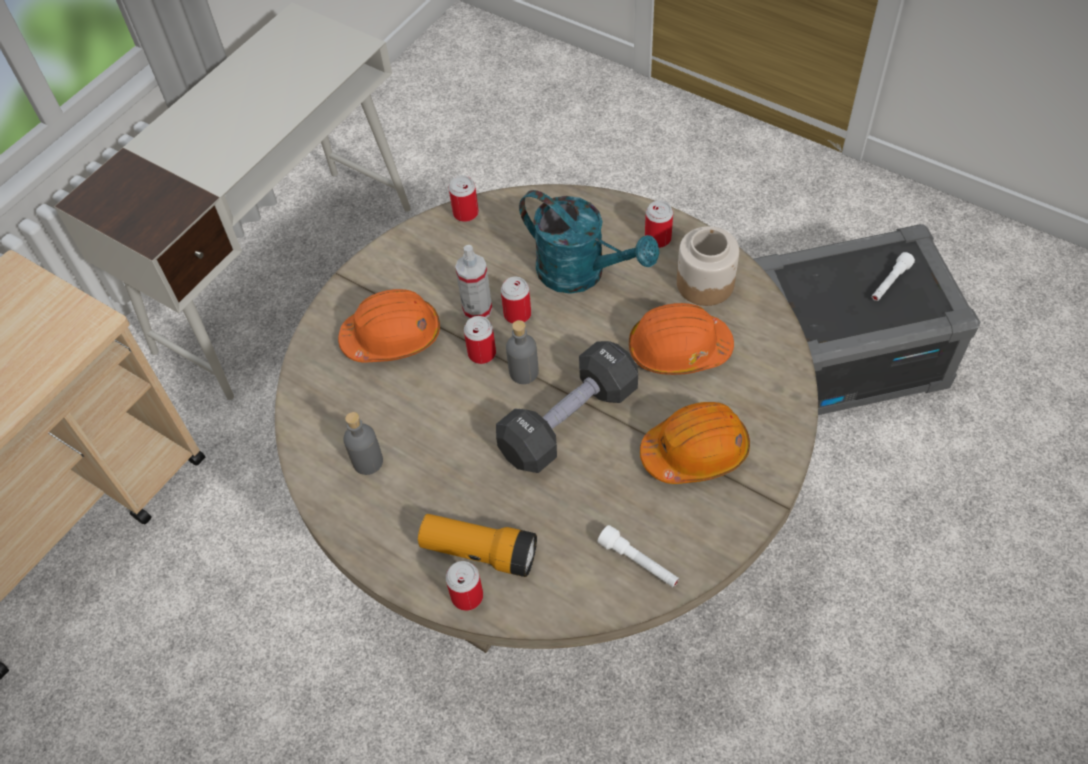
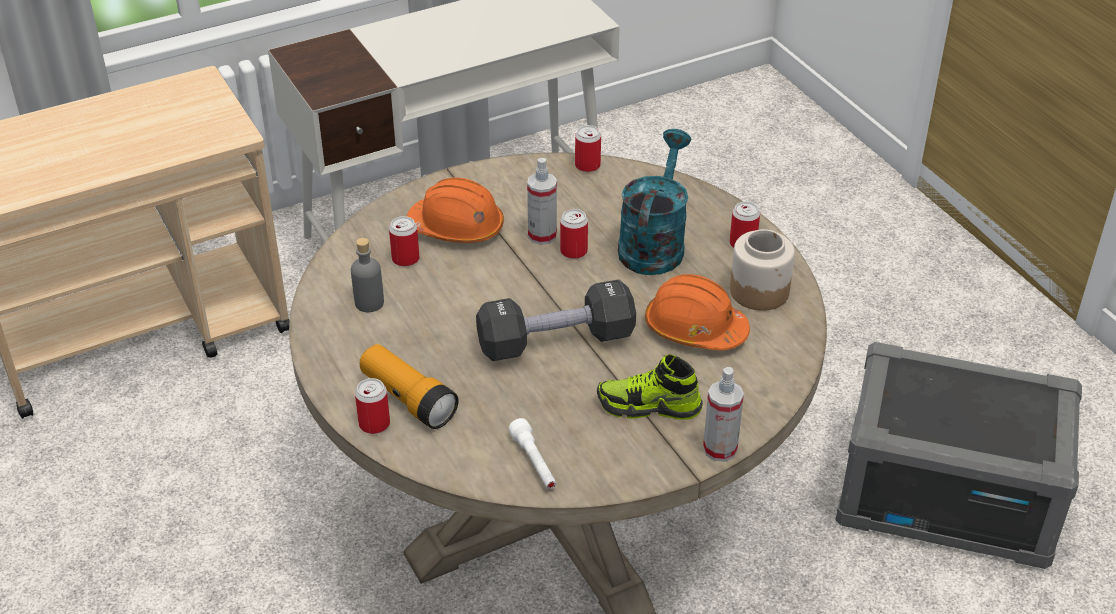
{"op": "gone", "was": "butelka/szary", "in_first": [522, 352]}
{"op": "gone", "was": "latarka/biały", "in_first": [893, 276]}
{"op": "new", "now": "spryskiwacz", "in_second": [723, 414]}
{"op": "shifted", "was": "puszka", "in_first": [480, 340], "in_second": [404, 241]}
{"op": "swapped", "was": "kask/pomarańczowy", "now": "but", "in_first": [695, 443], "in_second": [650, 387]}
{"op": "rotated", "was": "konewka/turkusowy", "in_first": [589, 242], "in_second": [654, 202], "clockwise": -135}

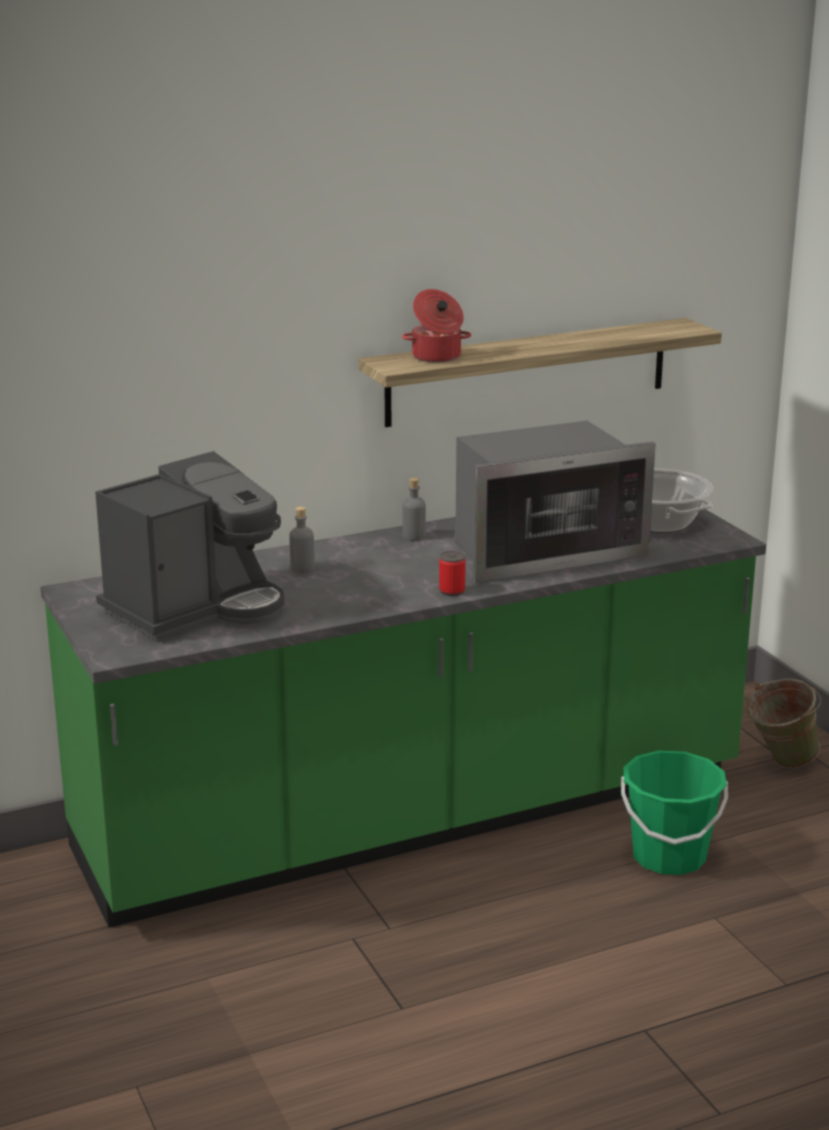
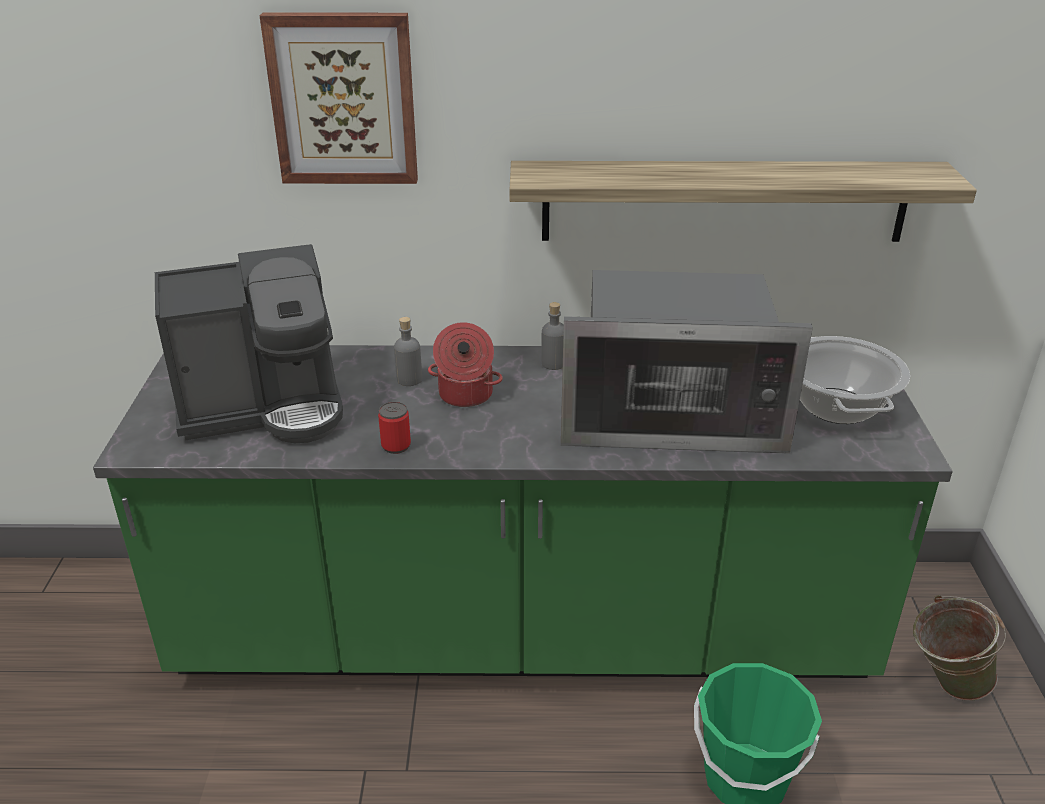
{"op": "new", "now": "obraz", "in_second": [339, 98]}
{"op": "shifted", "was": "garnek", "in_first": [436, 326], "in_second": [465, 364]}
{"op": "shifted", "was": "puszka", "in_first": [452, 573], "in_second": [394, 428]}

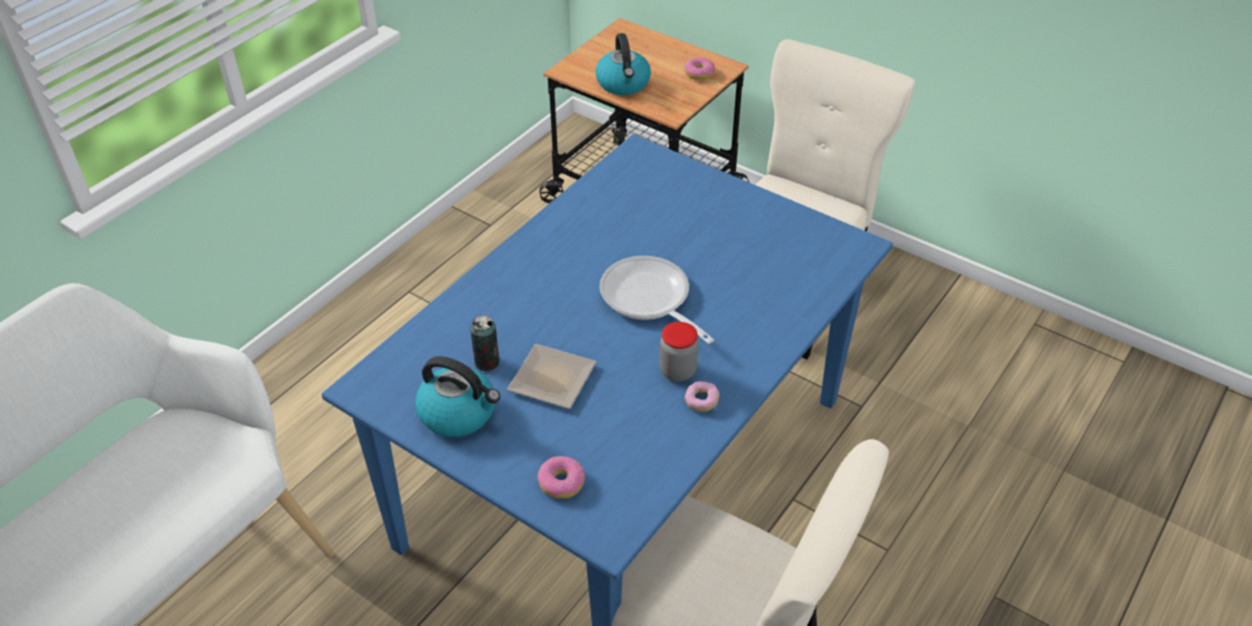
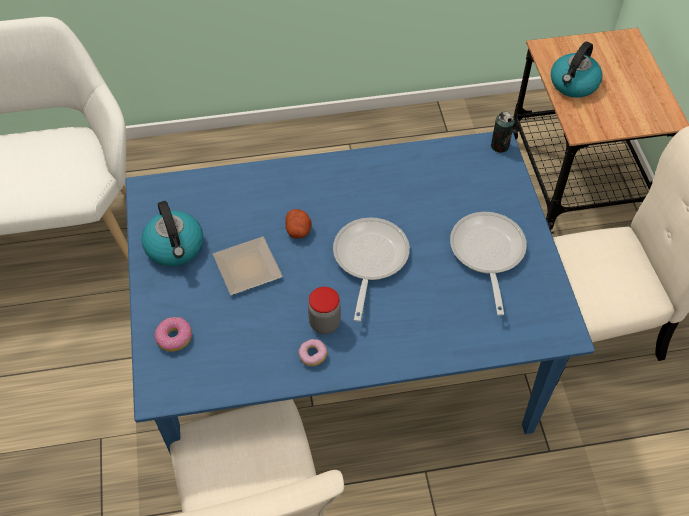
{"op": "gone", "was": "donut", "in_first": [699, 68]}
{"op": "new", "now": "ziemniak", "in_second": [298, 224]}
{"op": "new", "now": "patelnia", "in_second": [488, 264]}
{"op": "shifted", "was": "puszka", "in_first": [485, 343], "in_second": [503, 132]}

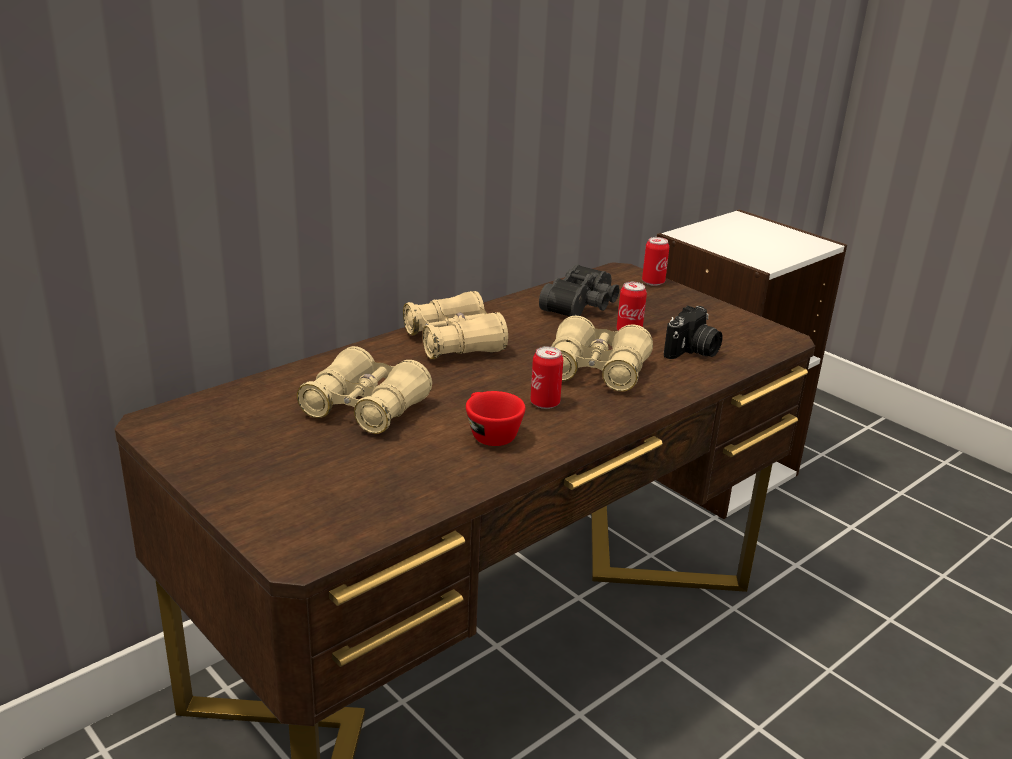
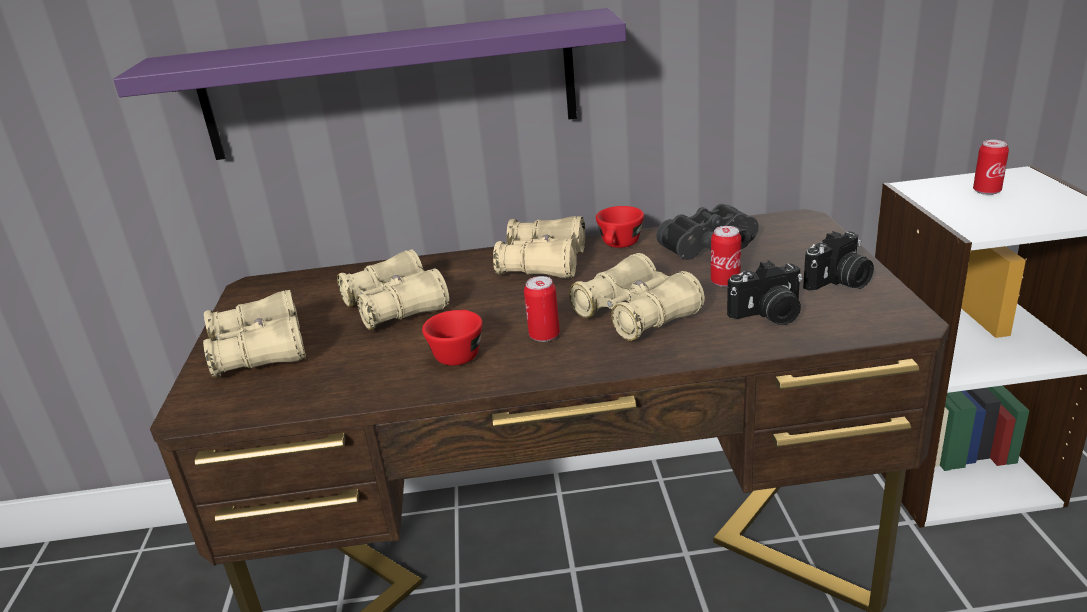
{"op": "new", "now": "półka/fioletowy", "in_second": [369, 84]}
{"op": "new", "now": "lornetka/beżowy", "in_second": [254, 334]}
{"op": "new", "now": "filiżanka/czerwony", "in_second": [620, 227]}
{"op": "new", "now": "aparat fotograficzny", "in_second": [838, 261]}
{"op": "shifted", "was": "puszka", "in_first": [655, 261], "in_second": [991, 167]}

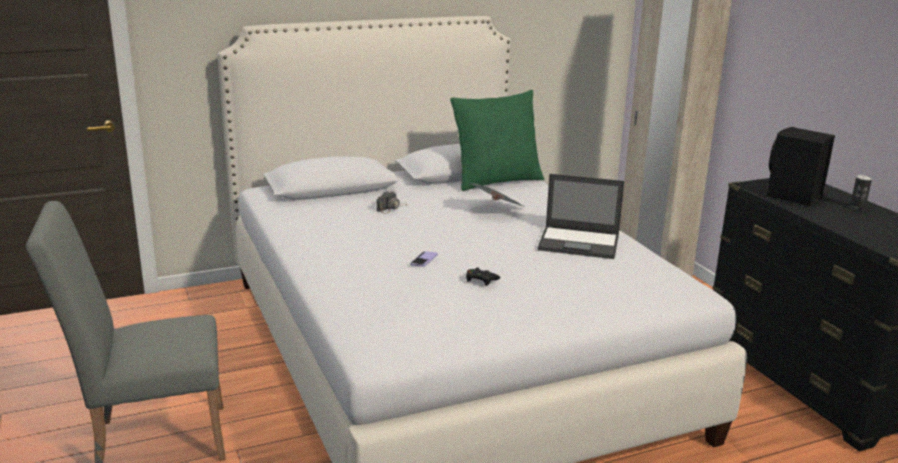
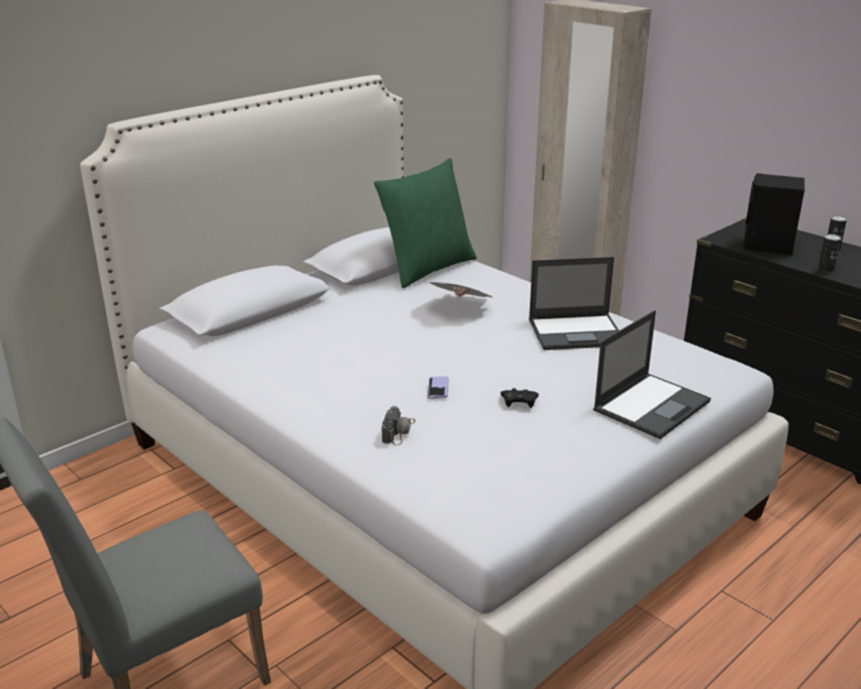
{"op": "new", "now": "laptop", "in_second": [652, 374]}
{"op": "new", "now": "puszka", "in_second": [829, 253]}
{"op": "shifted", "was": "aparat fotograficzny", "in_first": [392, 202], "in_second": [399, 425]}

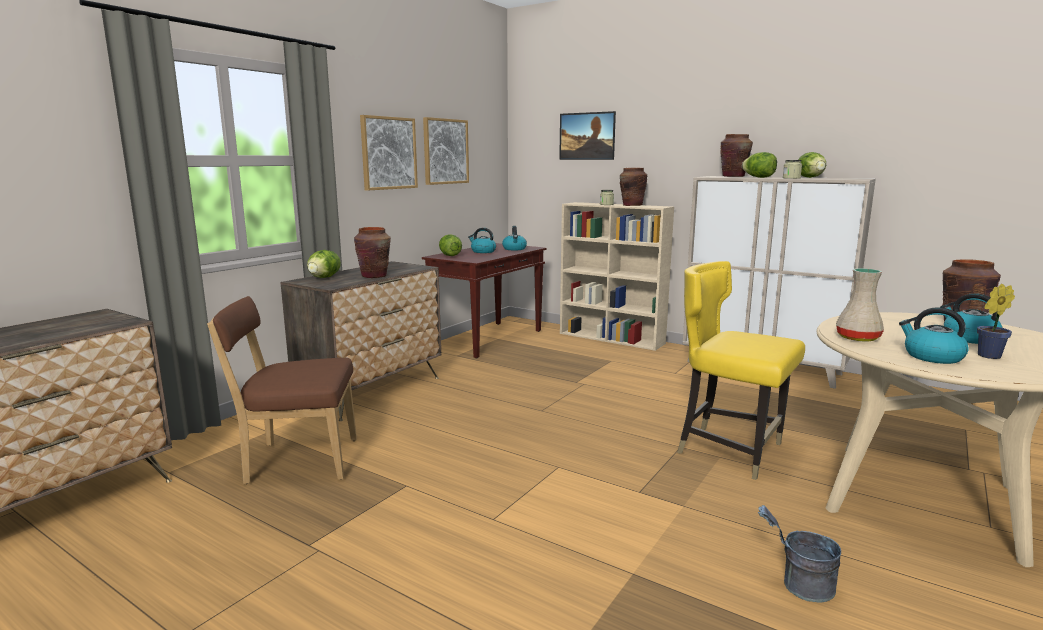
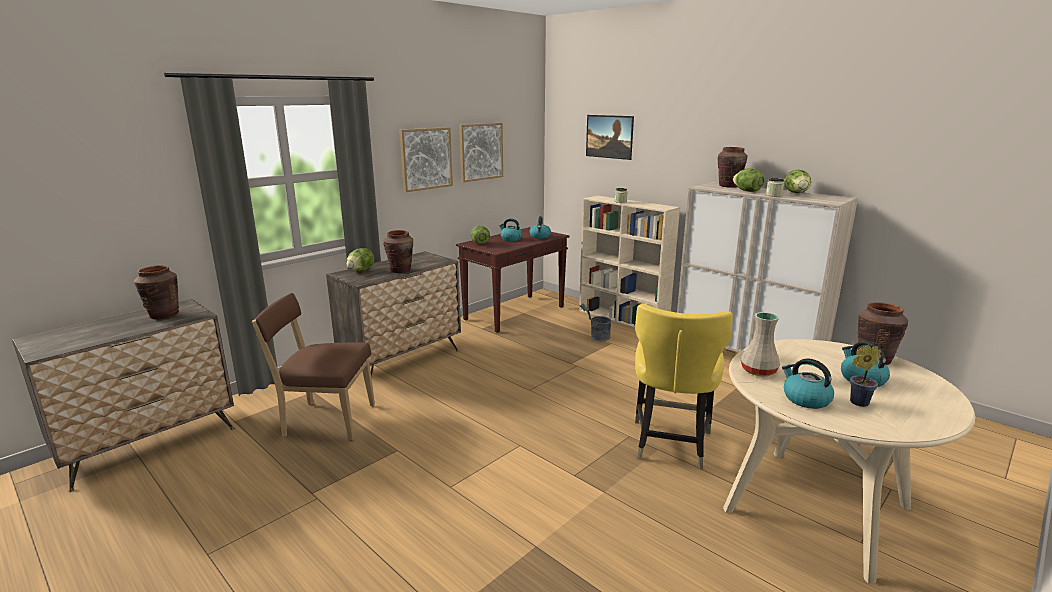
{"op": "shifted", "was": "wazon/brązowy", "in_first": [633, 187], "in_second": [156, 292]}
{"op": "shifted", "was": "wiadro/szary", "in_first": [799, 554], "in_second": [595, 322]}
{"op": "rotated", "was": "krzesło/żółty", "in_first": [741, 370], "in_second": [684, 386], "clockwise": -120}

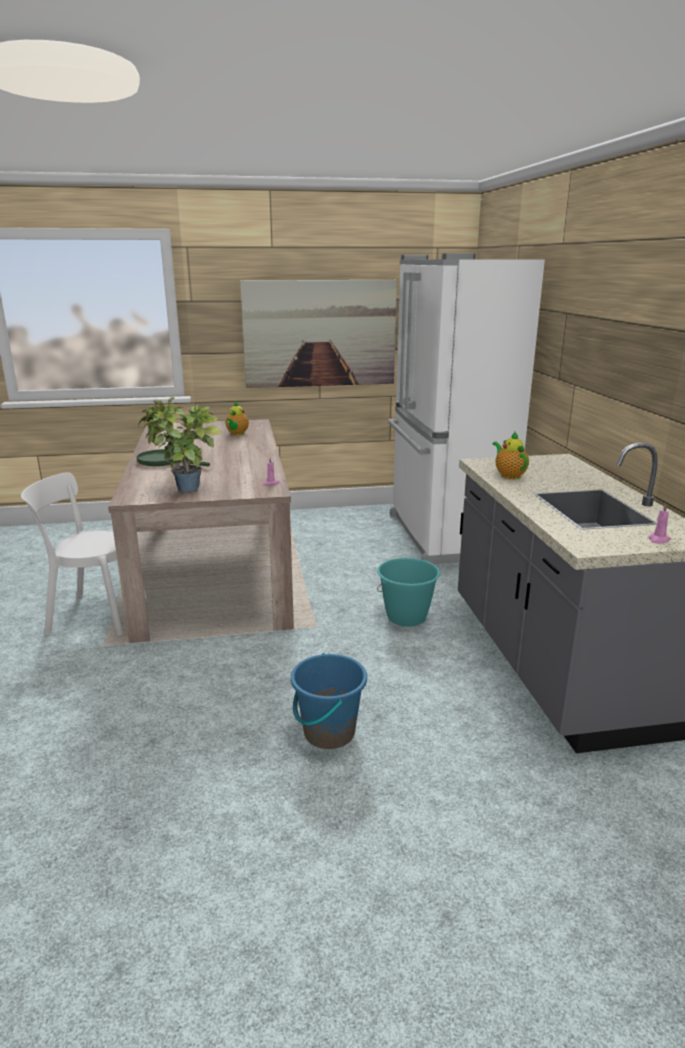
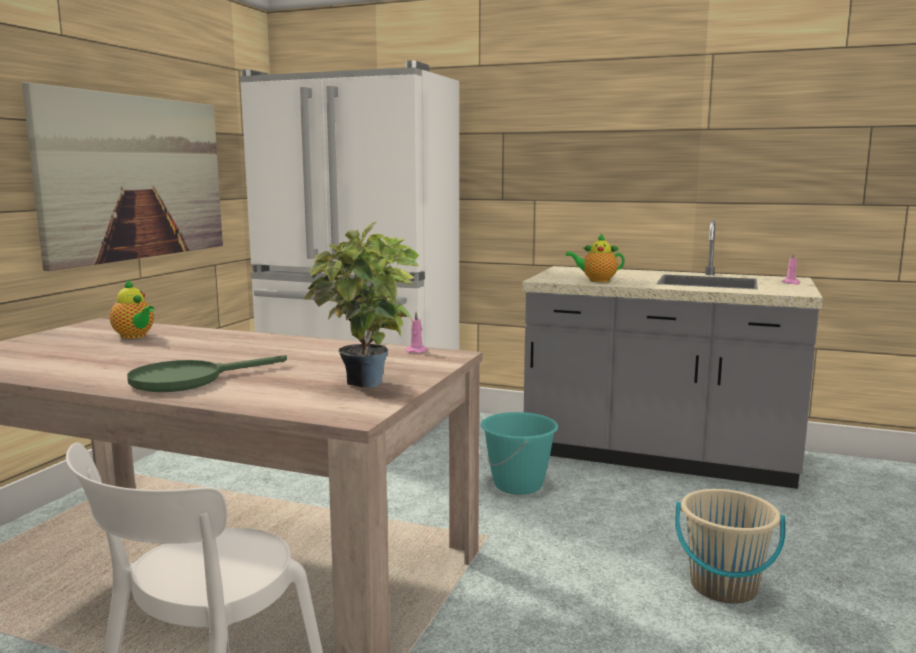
{"op": "repainted", "was": "wiadro/niebieski", "now": "wiadro/beżowy", "in_first": [329, 701], "in_second": [730, 546]}

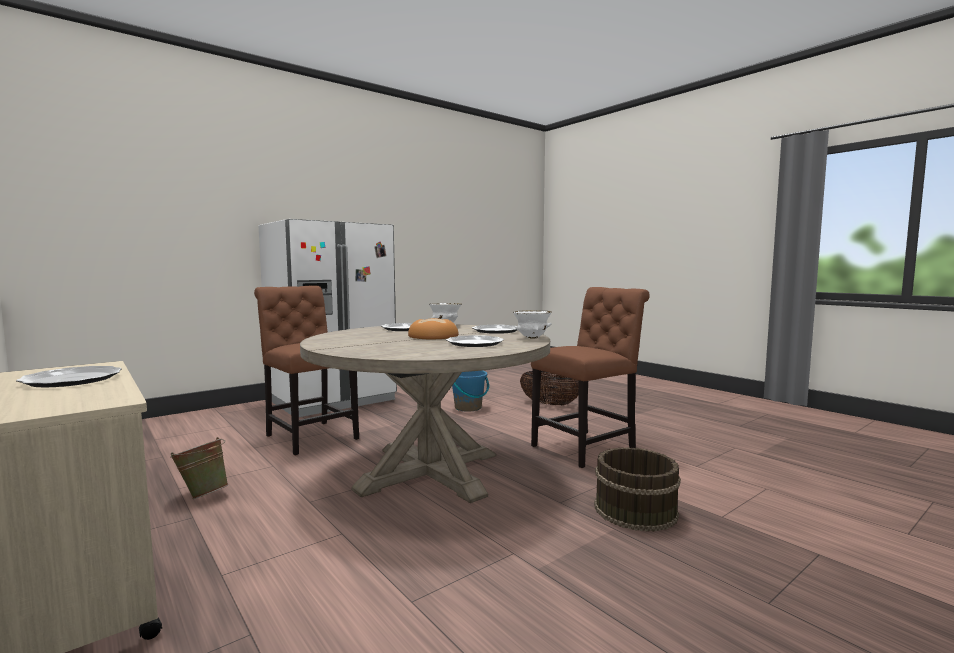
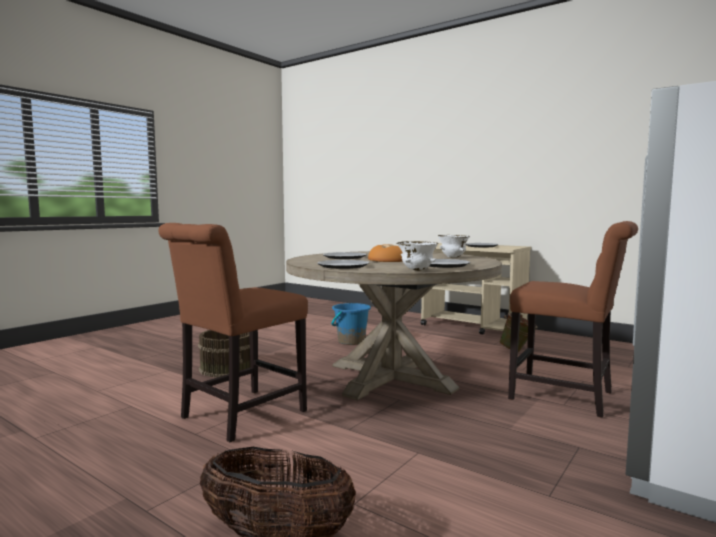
{"op": "shifted", "was": "wiadro/niebieski", "in_first": [470, 391], "in_second": [351, 324]}
{"op": "shifted", "was": "miska/biały", "in_first": [532, 324], "in_second": [454, 246]}

